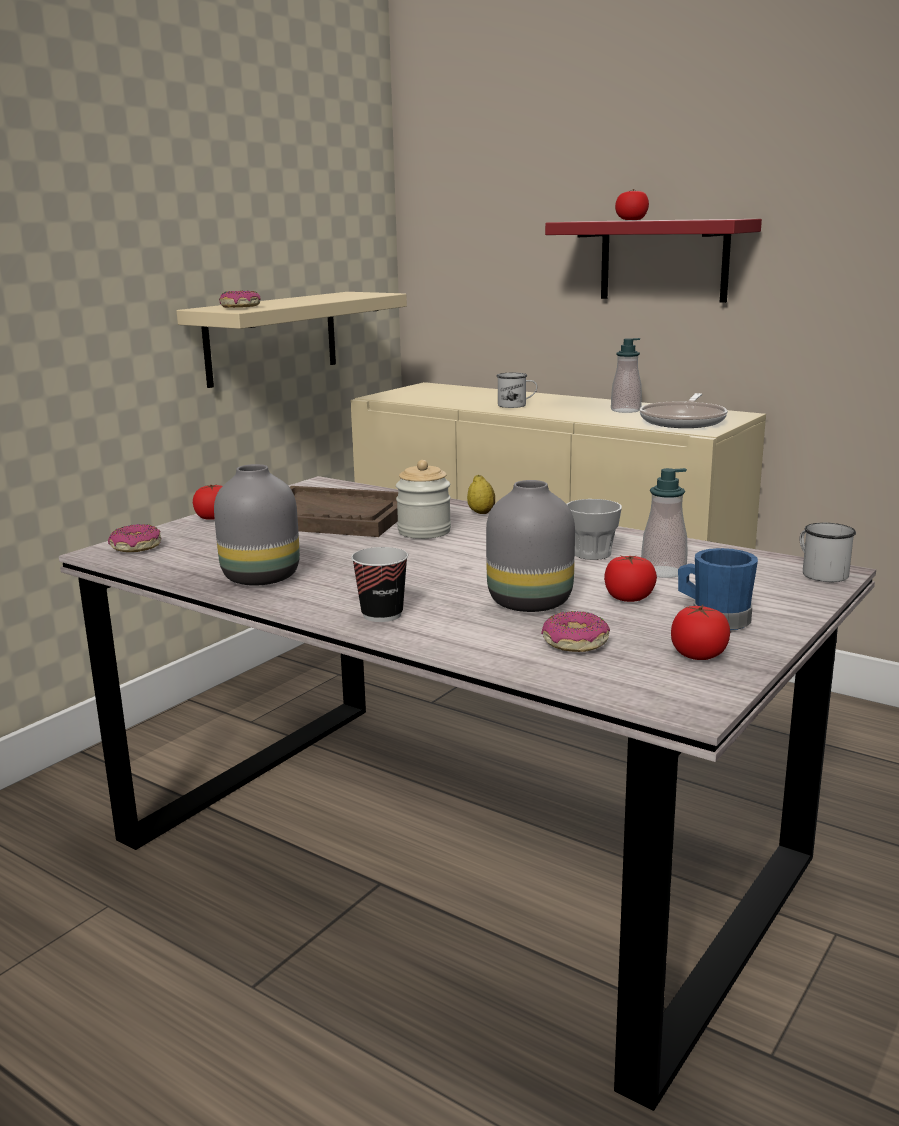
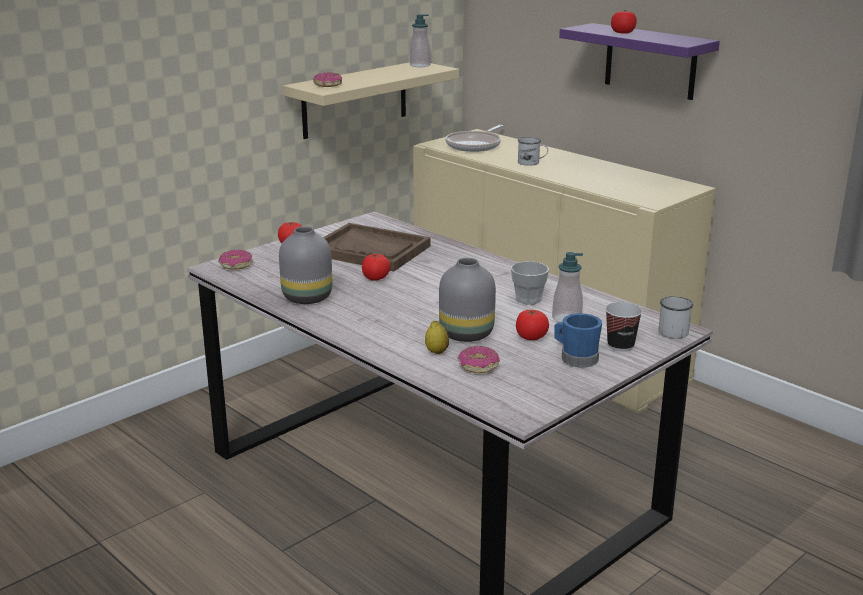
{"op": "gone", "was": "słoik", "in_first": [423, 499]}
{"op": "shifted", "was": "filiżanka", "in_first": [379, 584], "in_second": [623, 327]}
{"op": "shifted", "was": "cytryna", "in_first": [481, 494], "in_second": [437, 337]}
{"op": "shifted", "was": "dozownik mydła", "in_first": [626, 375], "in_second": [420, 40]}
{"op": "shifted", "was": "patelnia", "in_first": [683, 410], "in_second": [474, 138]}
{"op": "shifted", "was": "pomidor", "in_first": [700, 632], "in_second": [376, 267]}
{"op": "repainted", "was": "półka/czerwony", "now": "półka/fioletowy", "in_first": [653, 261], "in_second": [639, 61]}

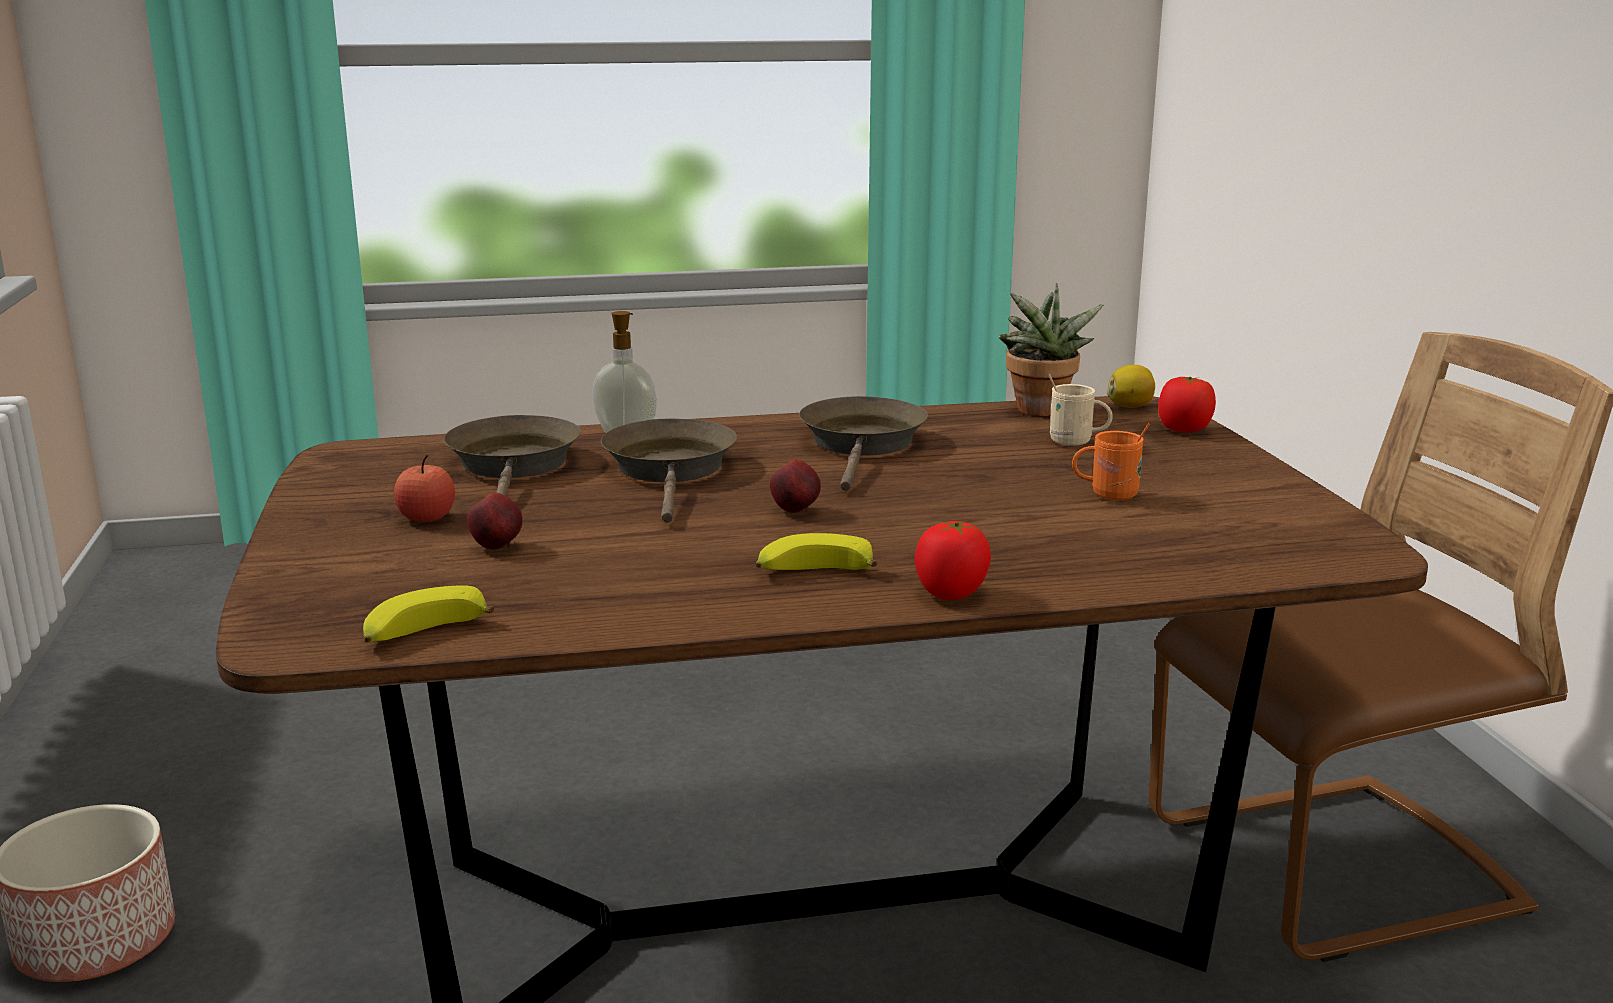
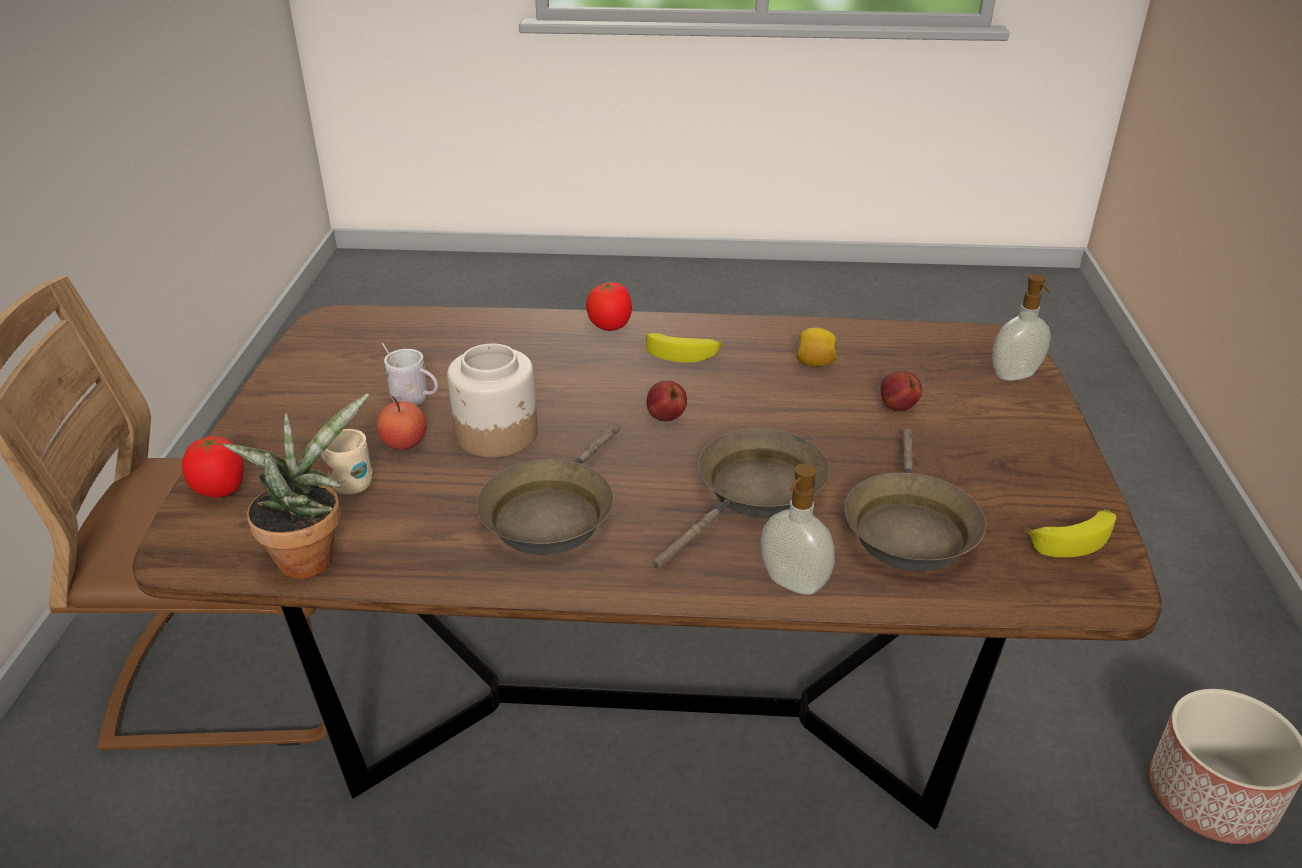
{"op": "new", "now": "słoik", "in_second": [492, 401]}
{"op": "new", "now": "dozownik mydła", "in_second": [1021, 327]}
{"op": "shifted", "was": "banan", "in_first": [428, 614], "in_second": [1070, 533]}
{"op": "shifted", "was": "jabłko", "in_first": [424, 488], "in_second": [401, 423]}
{"op": "shifted", "was": "cytryna", "in_first": [1131, 386], "in_second": [816, 347]}
{"op": "repainted", "was": "kubek/pomarańczowy", "now": "kubek/biały", "in_first": [1111, 461], "in_second": [410, 374]}
{"op": "rotated", "was": "patelnia/brązowy", "in_first": [669, 470], "in_second": [741, 498], "clockwise": -150}

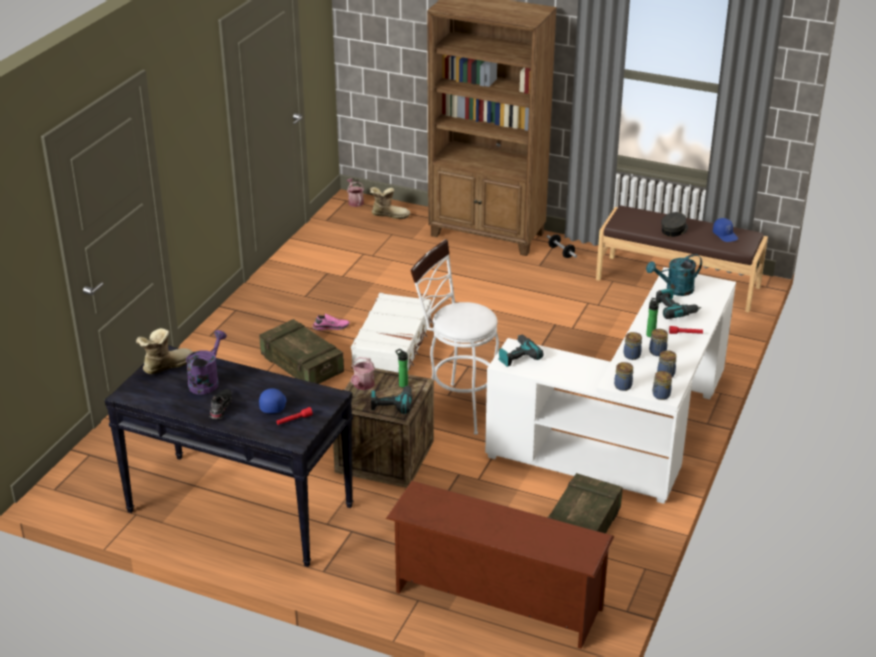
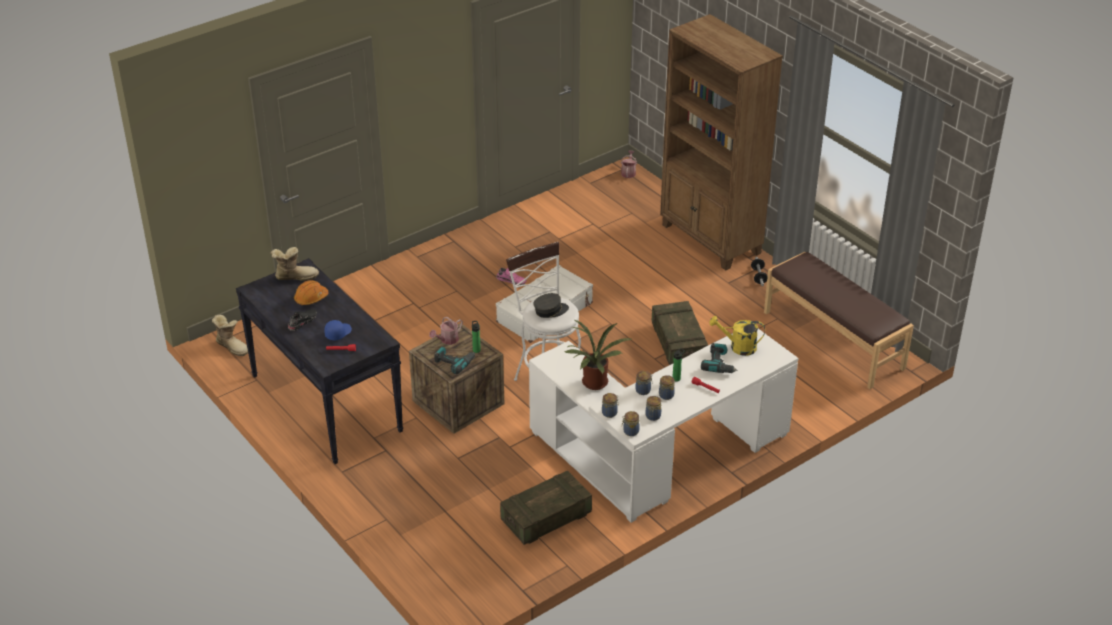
{"op": "gone", "was": "regał na buty/brązowy", "in_first": [500, 565]}
{"op": "gone", "was": "wiertarka", "in_first": [521, 351]}
{"op": "gone", "was": "czapka z daszkiem/niebieski", "in_first": [725, 230]}
{"op": "new", "now": "roślina doniczkowa", "in_second": [597, 355]}
{"op": "shifted", "was": "skrzynka", "in_first": [301, 351], "in_second": [680, 333]}
{"op": "shifted", "was": "but z cholewką", "in_first": [390, 203], "in_second": [230, 335]}
{"op": "shifted", "was": "czapka z daszkiem/szary", "in_first": [674, 224], "in_second": [551, 305]}
{"op": "swapped", "was": "konewka/fioletowy", "now": "kask/pomarańczowy", "in_first": [206, 362], "in_second": [311, 293]}
{"op": "repainted", "was": "konewka/turkusowy", "now": "konewka/żółty", "in_first": [674, 275], "in_second": [737, 336]}

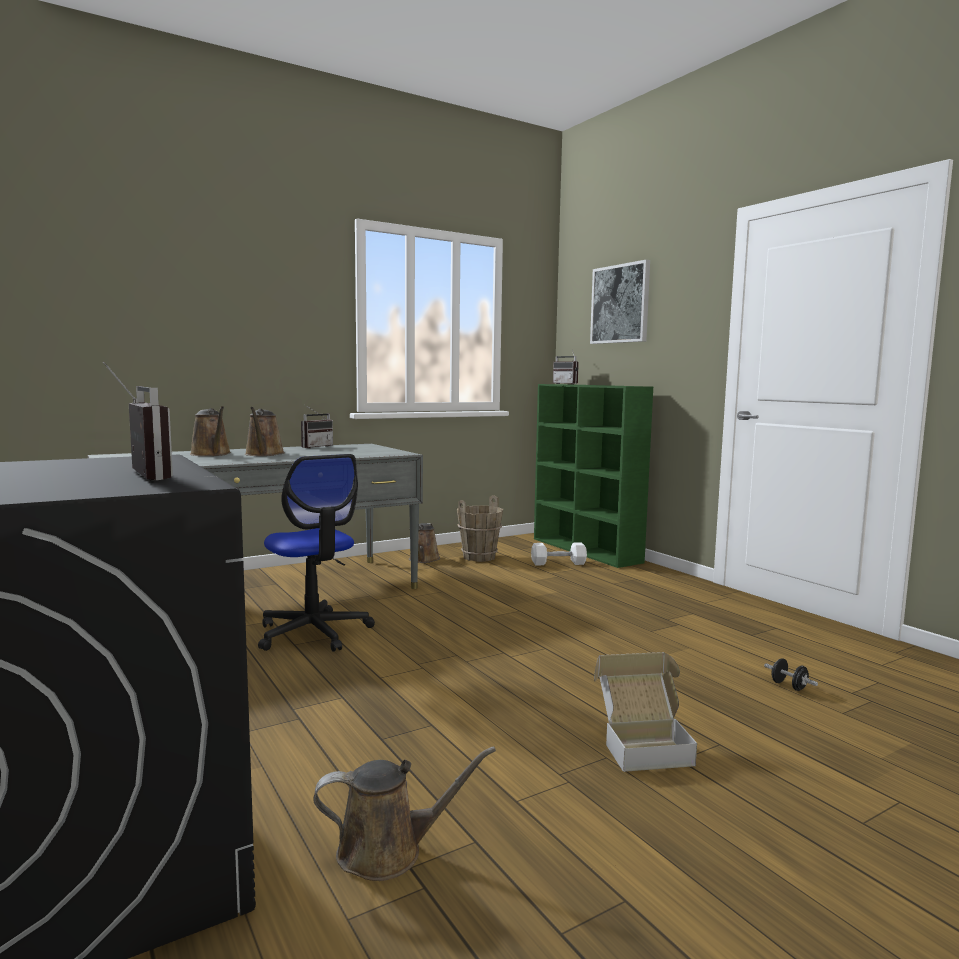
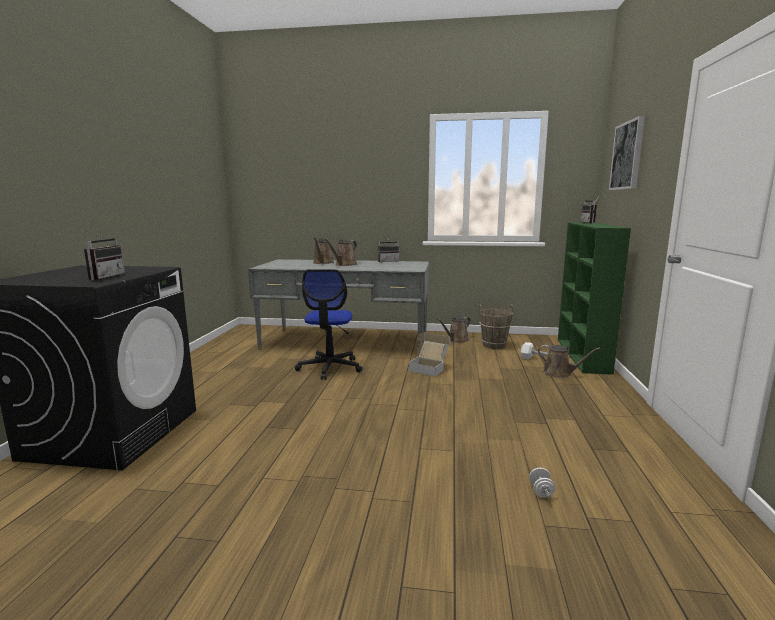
{"op": "shifted", "was": "konewka/brązowy", "in_first": [404, 814], "in_second": [569, 361]}
{"op": "shifted", "was": "karton", "in_first": [645, 712], "in_second": [429, 354]}
{"op": "repainted", "was": "hantel/czarny", "now": "hantel/biały", "in_first": [791, 674], "in_second": [542, 483]}

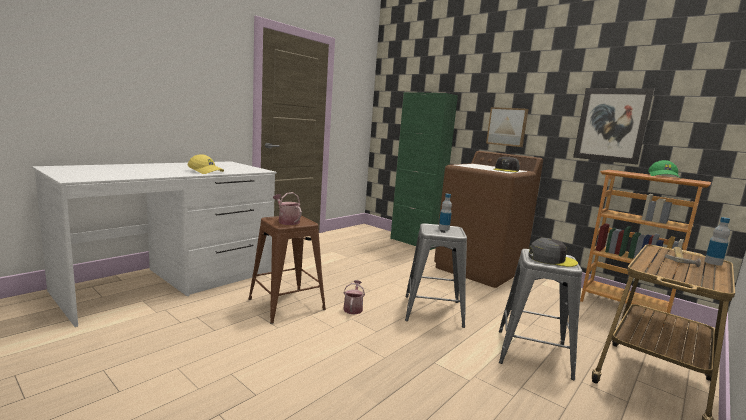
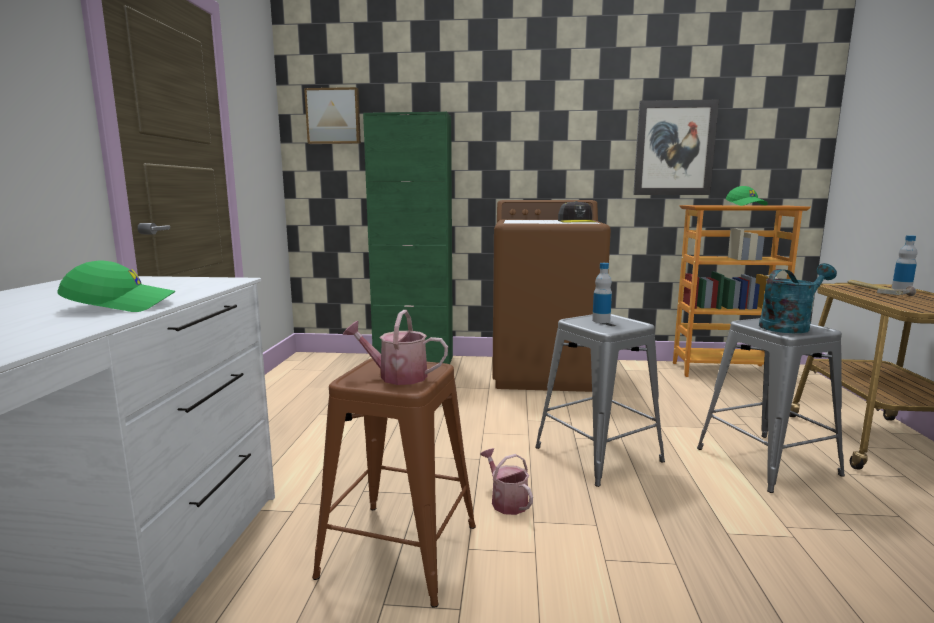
{"op": "shifted", "was": "obraz", "in_first": [507, 127], "in_second": [332, 115]}
{"op": "swapped", "was": "czapka z daszkiem/szary", "now": "konewka/turkusowy", "in_first": [553, 252], "in_second": [798, 298]}
{"op": "repainted", "was": "czapka z daszkiem/żółty", "now": "czapka z daszkiem/zielony", "in_first": [205, 164], "in_second": [116, 286]}

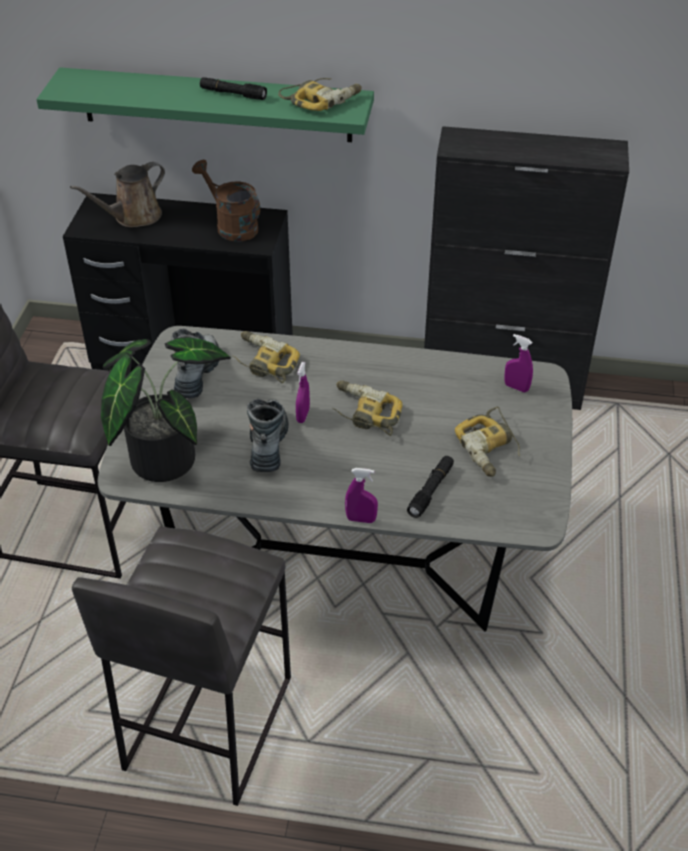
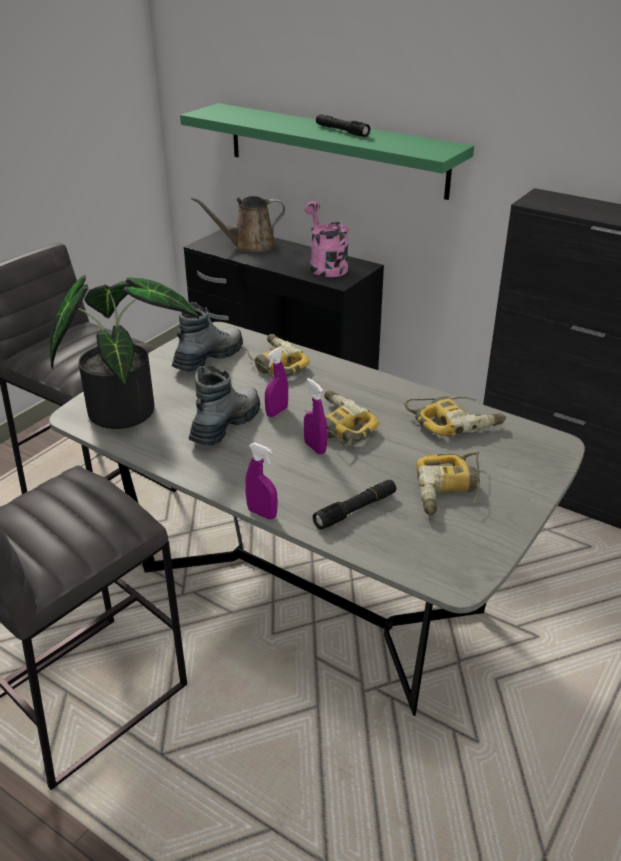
{"op": "shifted", "was": "wiertarka", "in_first": [320, 94], "in_second": [455, 416]}
{"op": "shifted", "was": "spryskiwacz/fioletowy", "in_first": [518, 363], "in_second": [315, 416]}
{"op": "repainted", "was": "konewka/brązowy", "now": "konewka/różowy", "in_first": [226, 200], "in_second": [326, 239]}

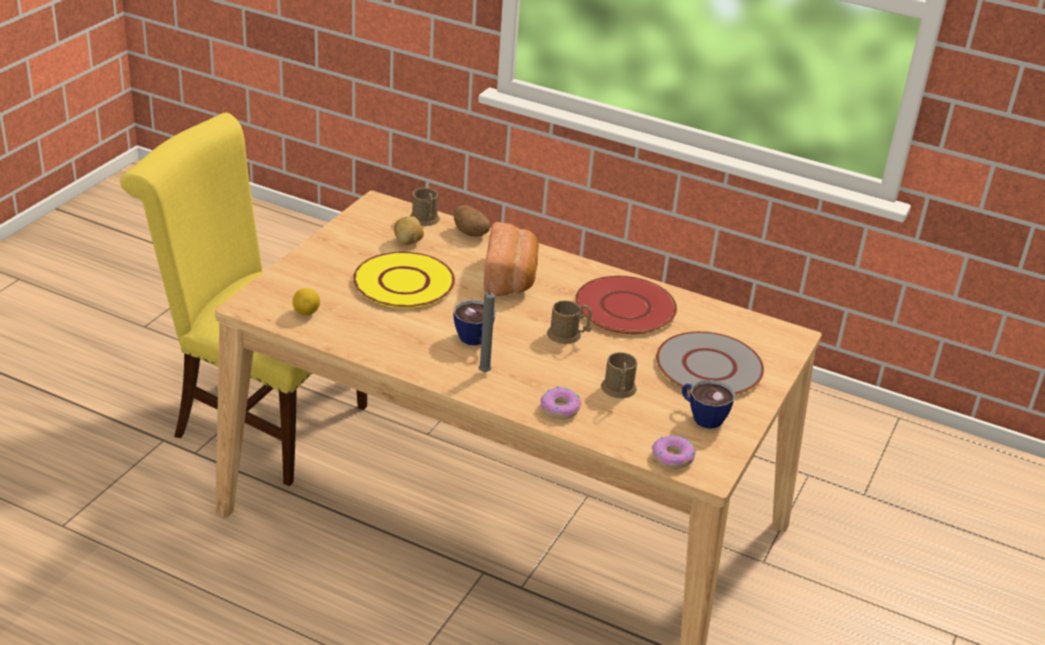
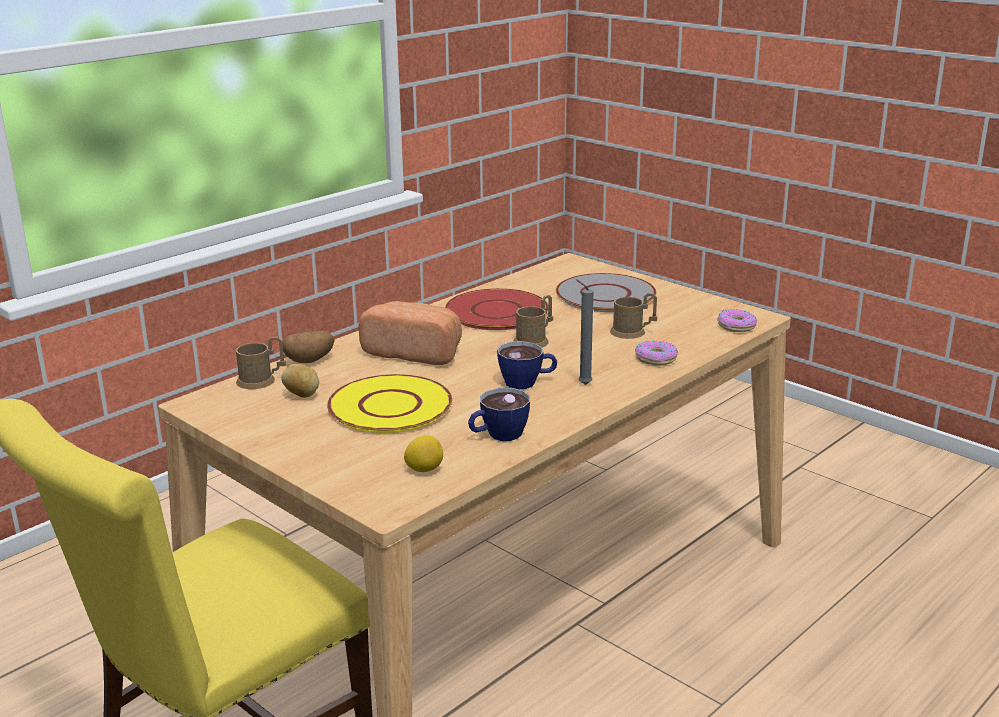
{"op": "shifted", "was": "filiżanka", "in_first": [708, 404], "in_second": [499, 414]}

